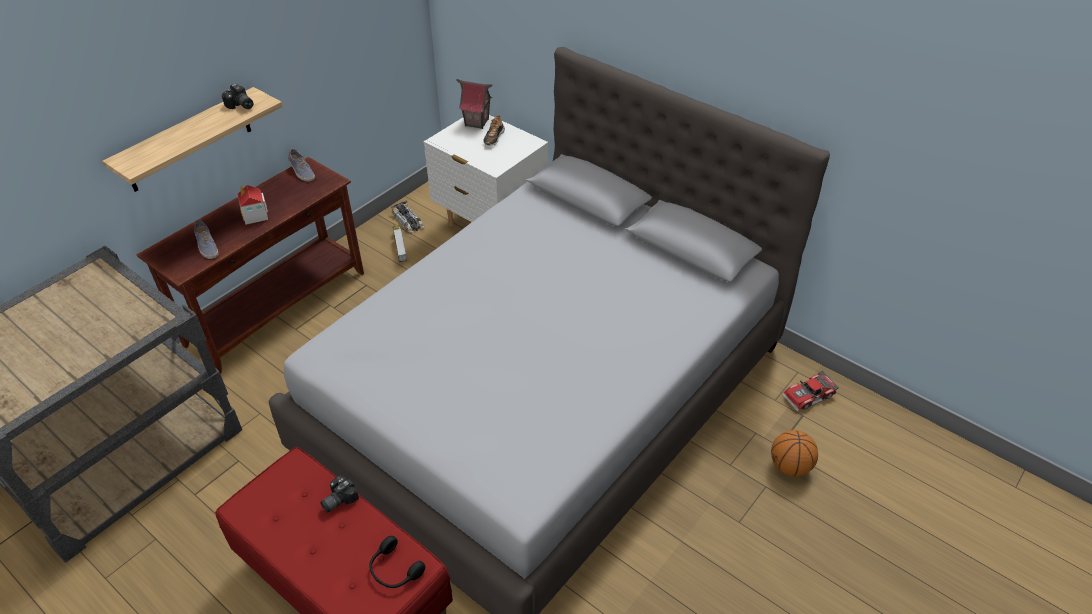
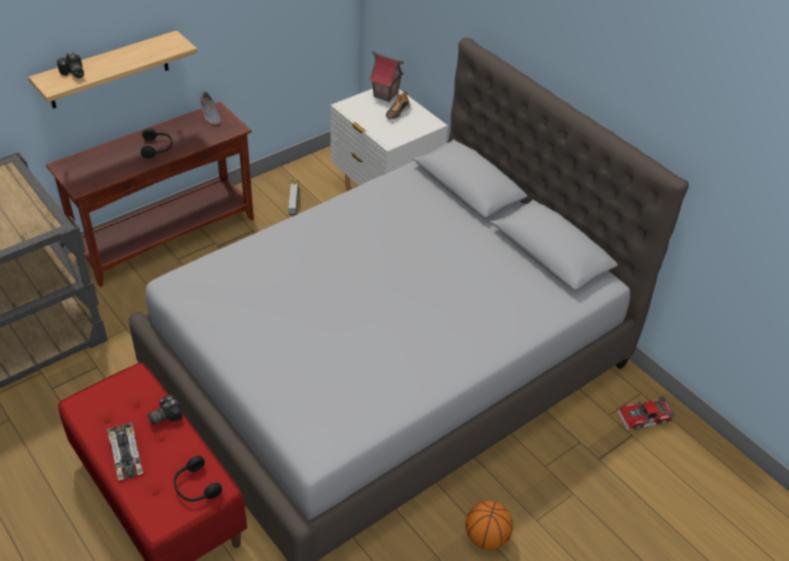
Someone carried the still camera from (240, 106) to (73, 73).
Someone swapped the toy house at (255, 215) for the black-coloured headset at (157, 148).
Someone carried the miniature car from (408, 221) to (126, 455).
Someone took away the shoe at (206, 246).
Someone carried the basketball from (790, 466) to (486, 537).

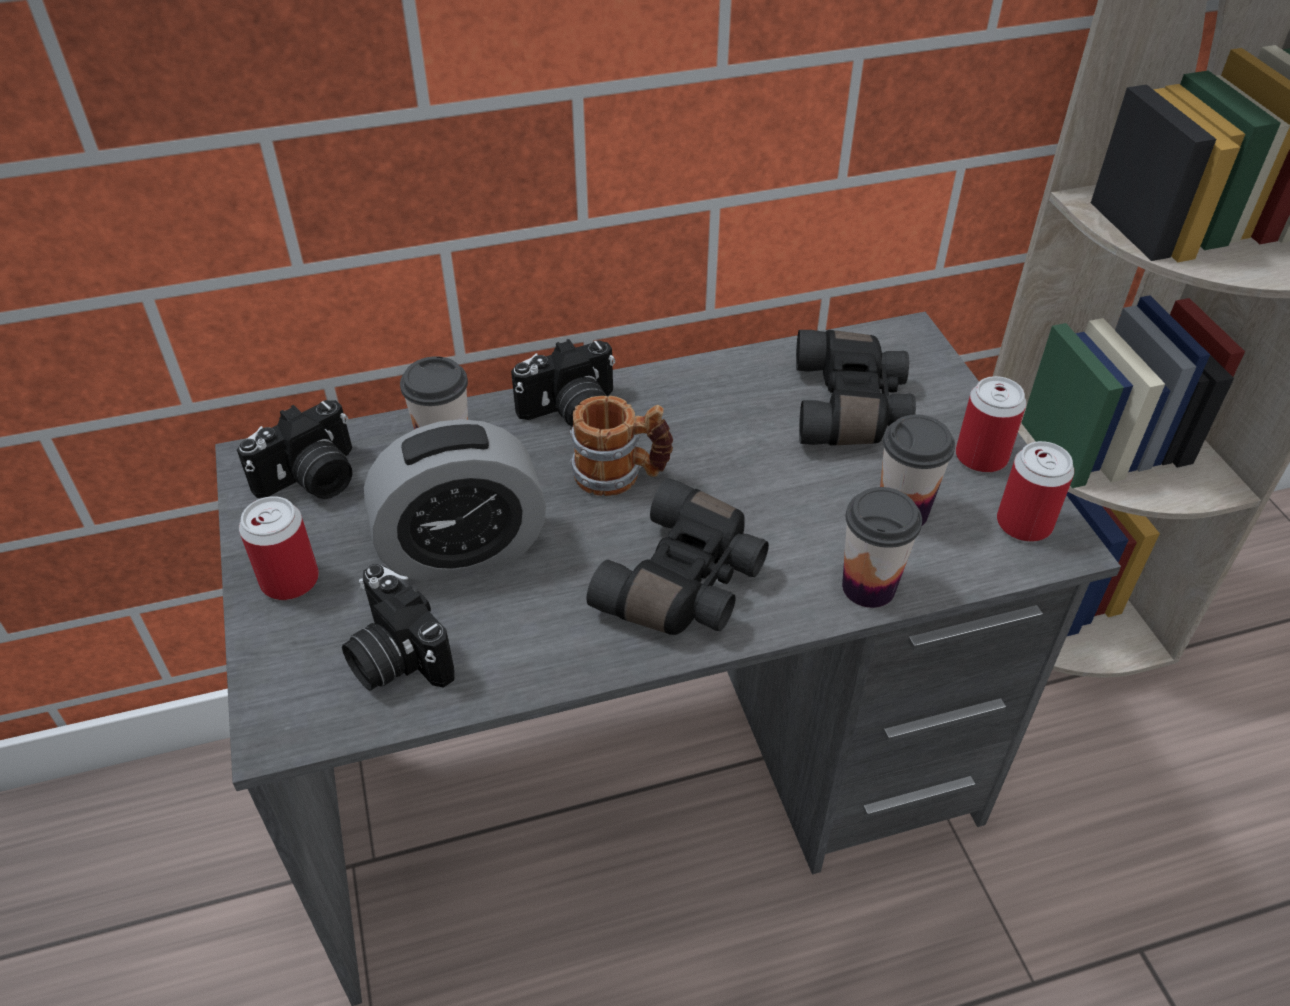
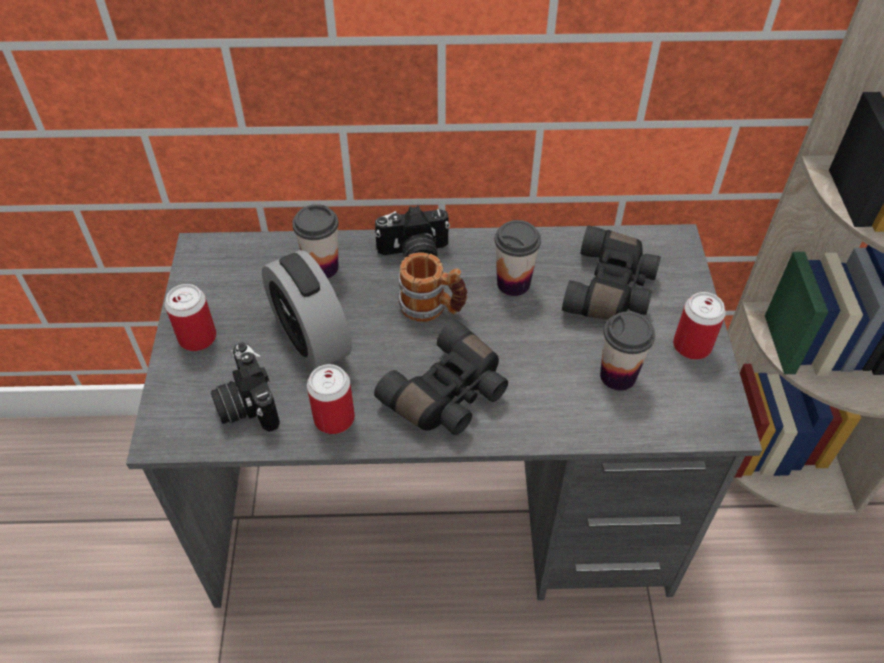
Someone took away the still camera at (312, 480).
Someone rotated the bedside clock at (462, 548) by 60 degrees clockwise.
Someone carried the can from (1024, 523) to (334, 418).
Someone carried the cup from (868, 587) to (513, 283).

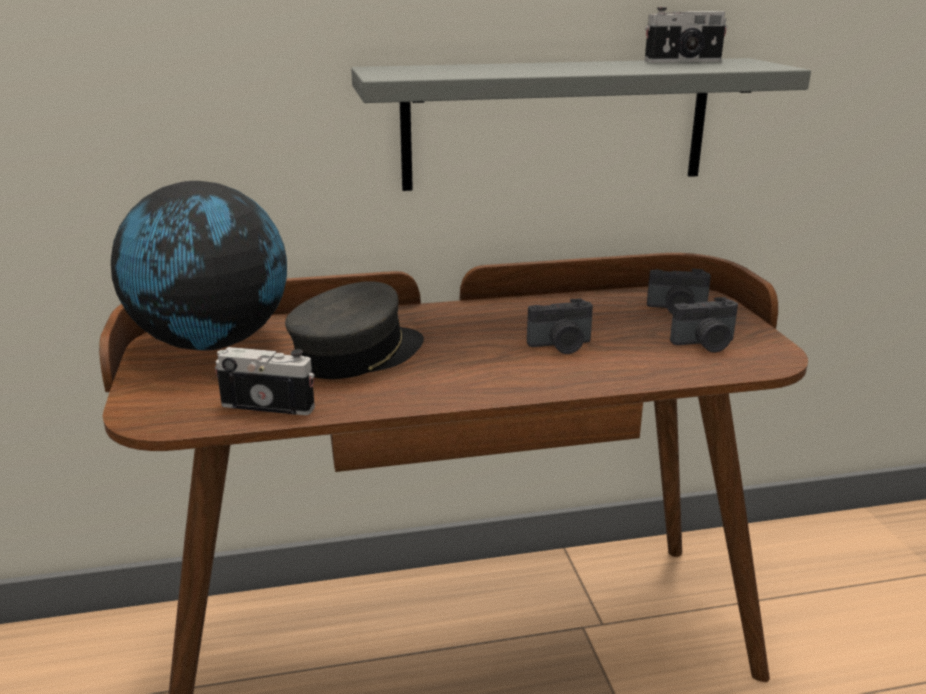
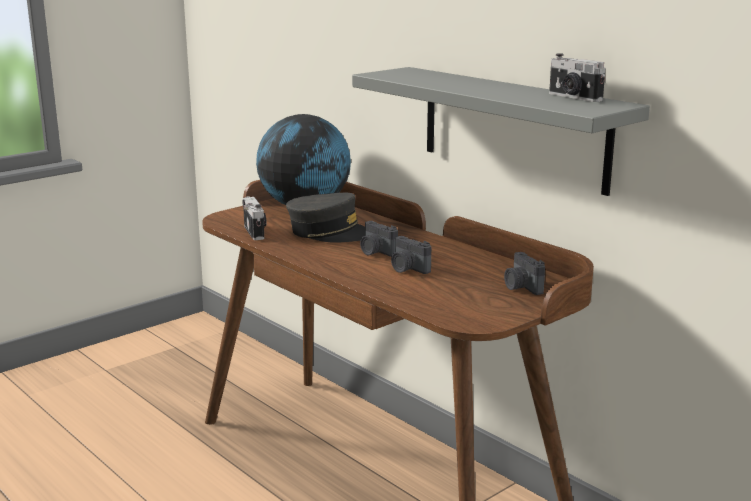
Someone carried the still camera from (705, 344) to (376, 252).

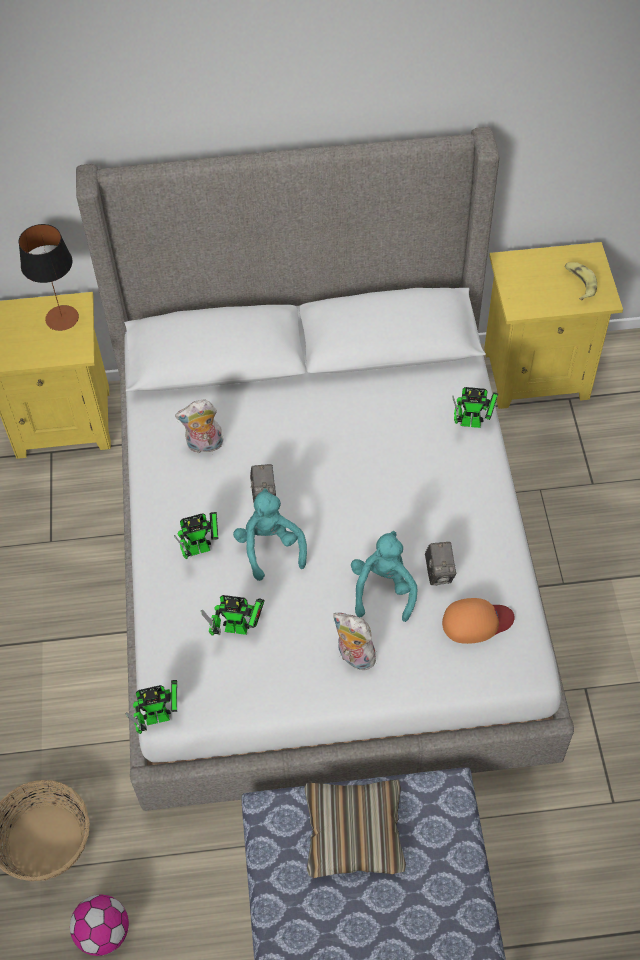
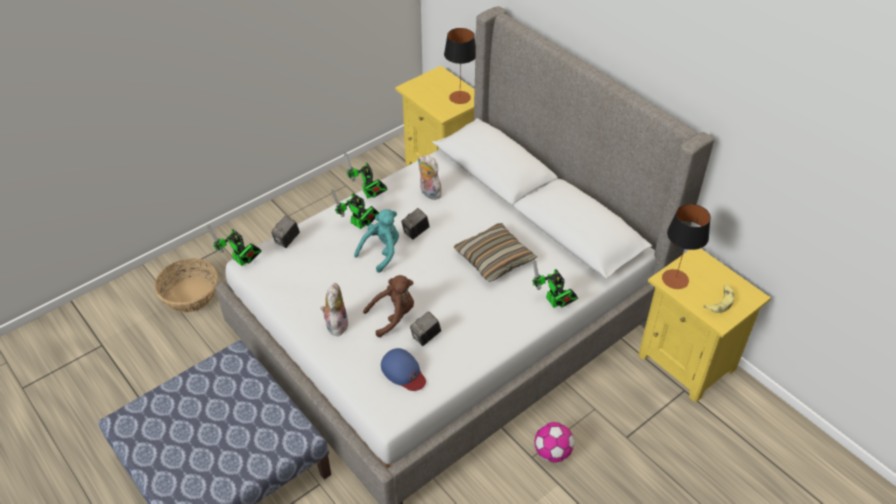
Someone repainted the blue-green plush toy at (383, 589), which became the brownish plush toy at (393, 316).
Someone carried the toy robot from (240, 629) to (369, 195).
Someone repainted the orangey baseball cap at (476, 622), which became the blue baseball cap at (403, 372).
Someone carried the cushion from (354, 833) to (494, 259).
Someone carried the ball for football from (104, 932) to (552, 452).
Someone put down the lamp for a table at (675, 279).
Someone put down the still camera at (287, 240).

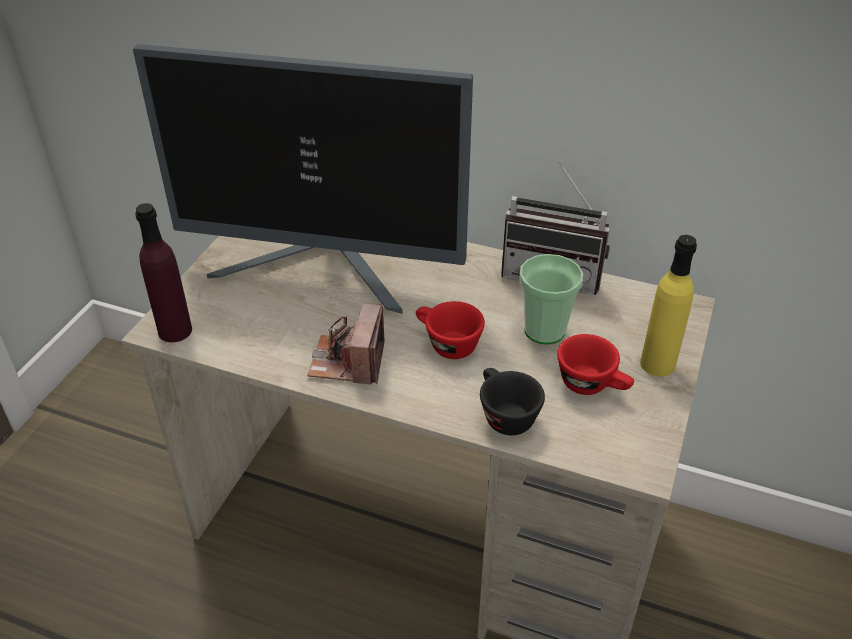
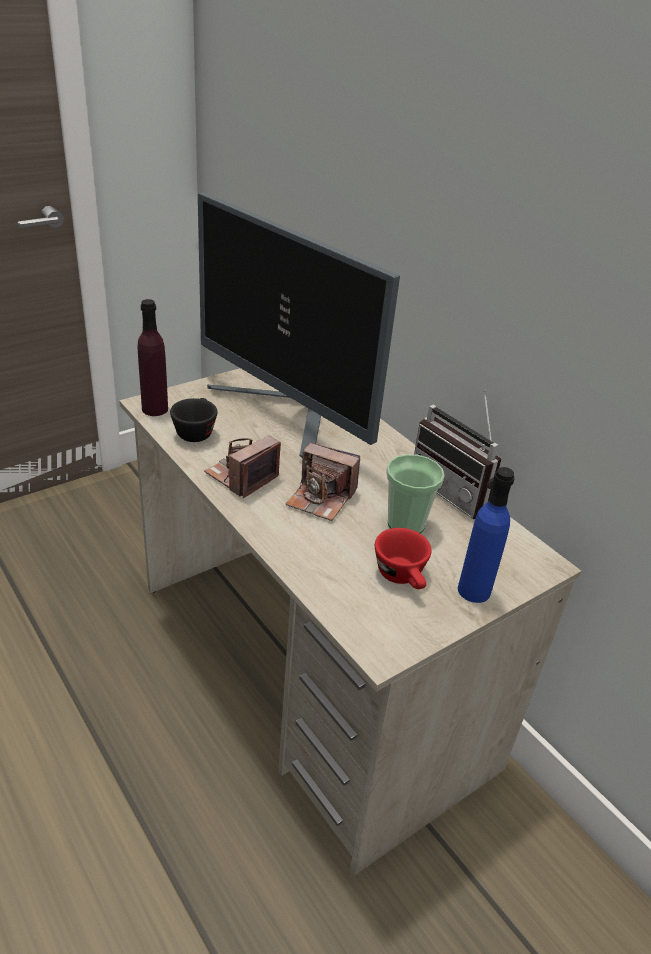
Someone repainted the yellow-coloured beverage bottle at (657, 364), which became the blue beverage bottle at (474, 590).
Someone swapped the red cup at (446, 344) for the still camera at (321, 498).
Someone carried the black-coloured cup from (504, 415) to (195, 431).

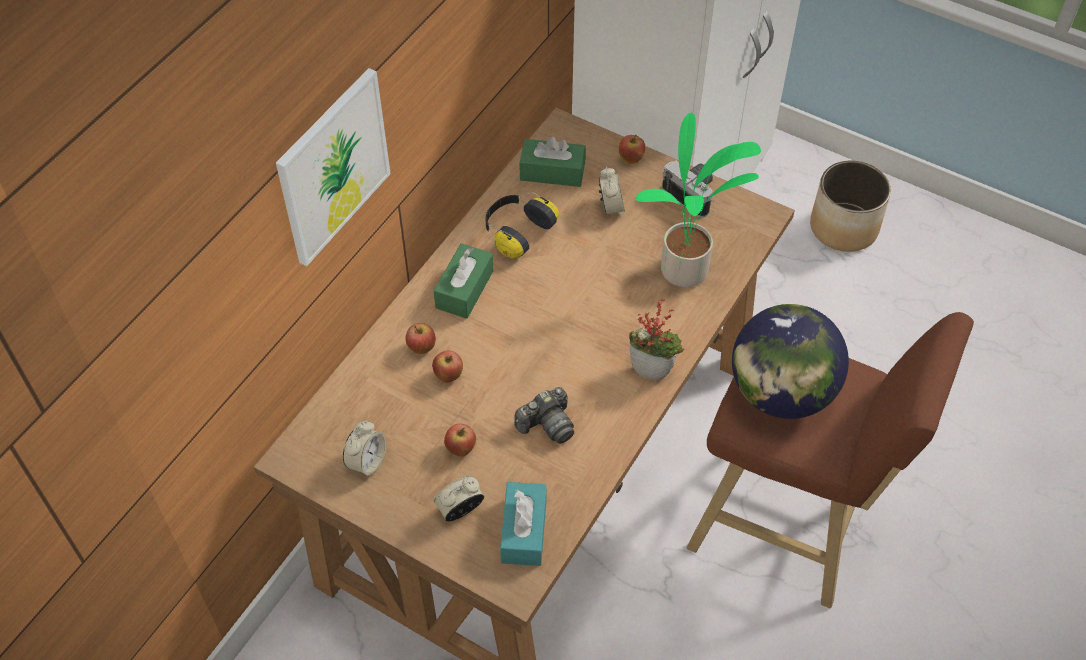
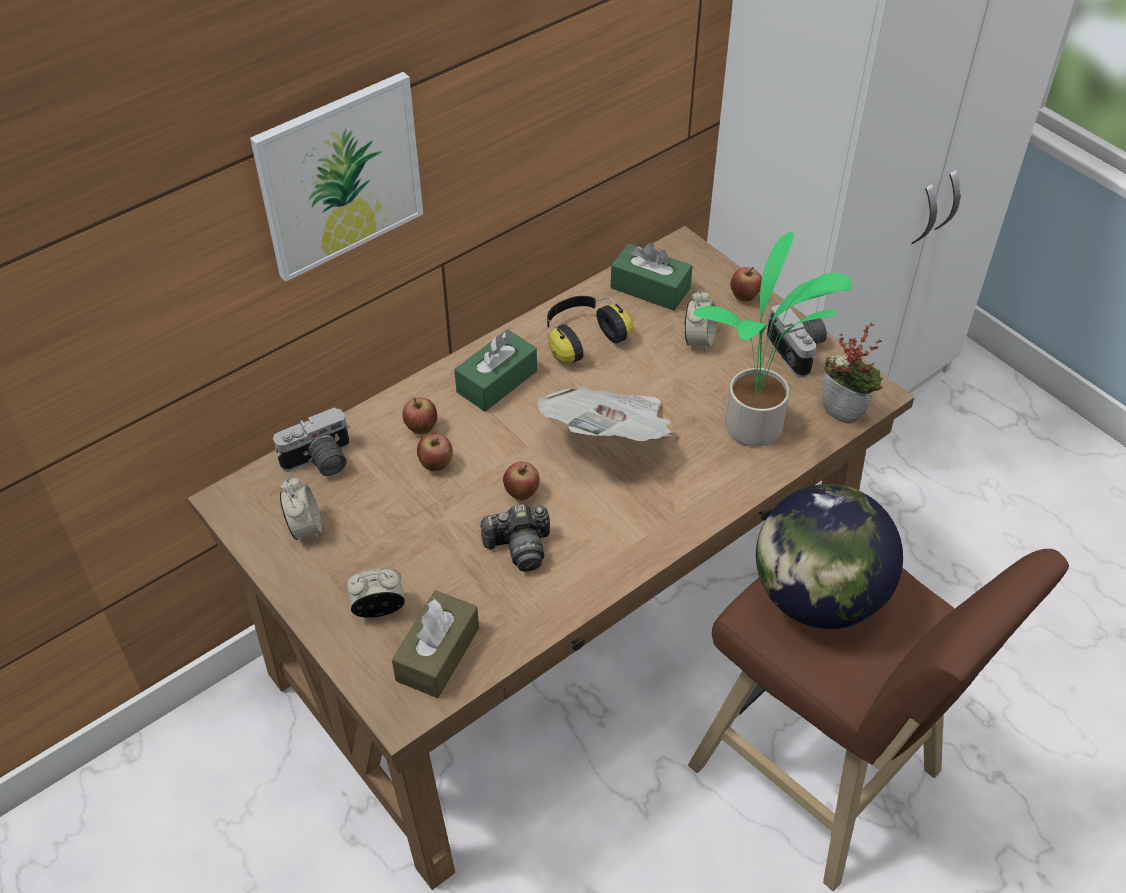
Someone took away the planter at (844, 227).
Someone carried the plant in a pot from (653, 370) to (845, 412).
Someone rotated the bedside clock at (367, 462) by 60 degrees counterclockwise.
Someone carried the apple fruit from (461, 449) to (522, 493).
Someone repainted the blue-green tissue box at (524, 531), which became the brownish tissue box at (438, 654).
Someone put down the printed paper at (609, 436).
Someone put down the still camera at (320, 462).

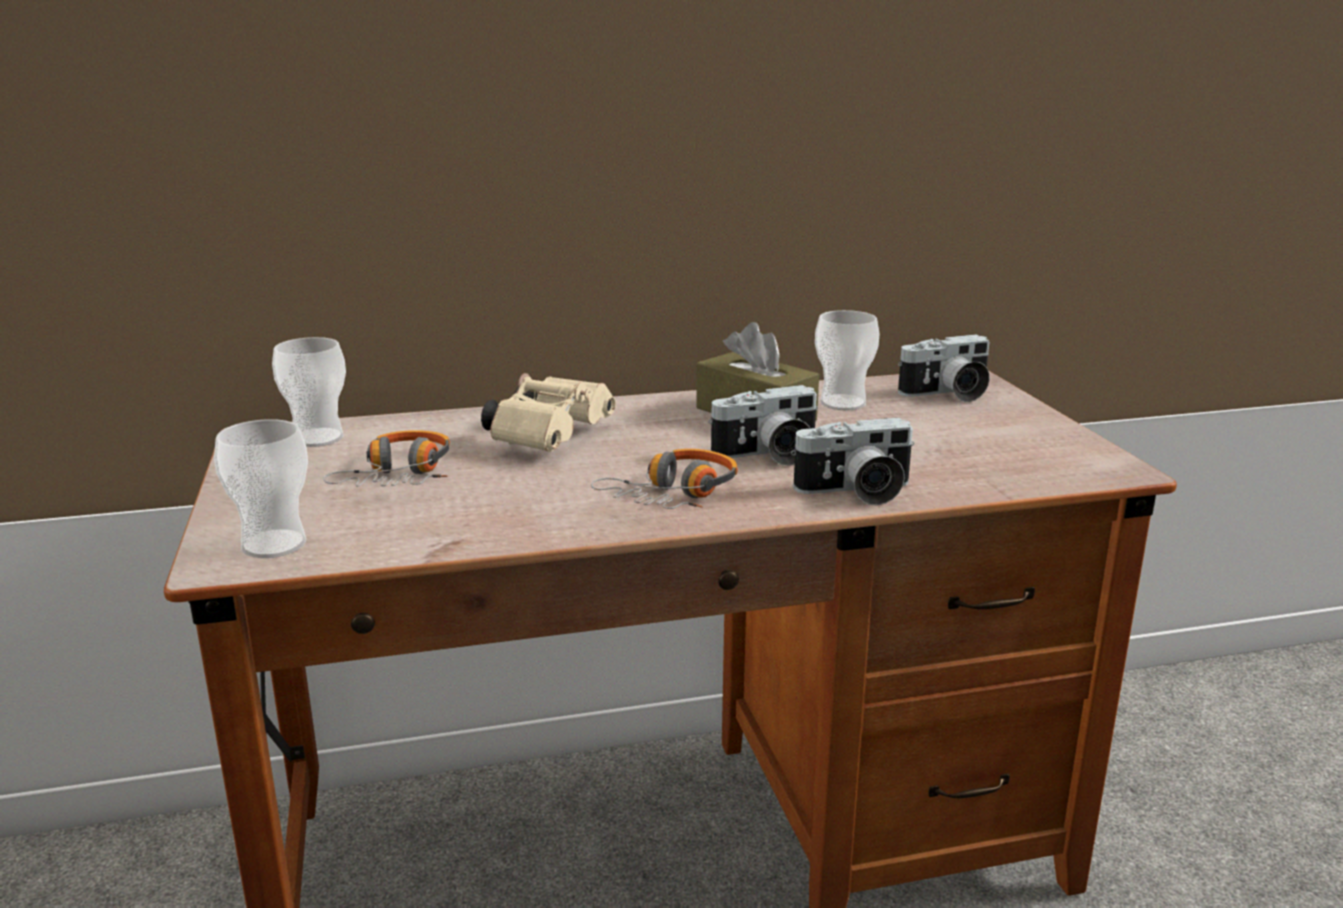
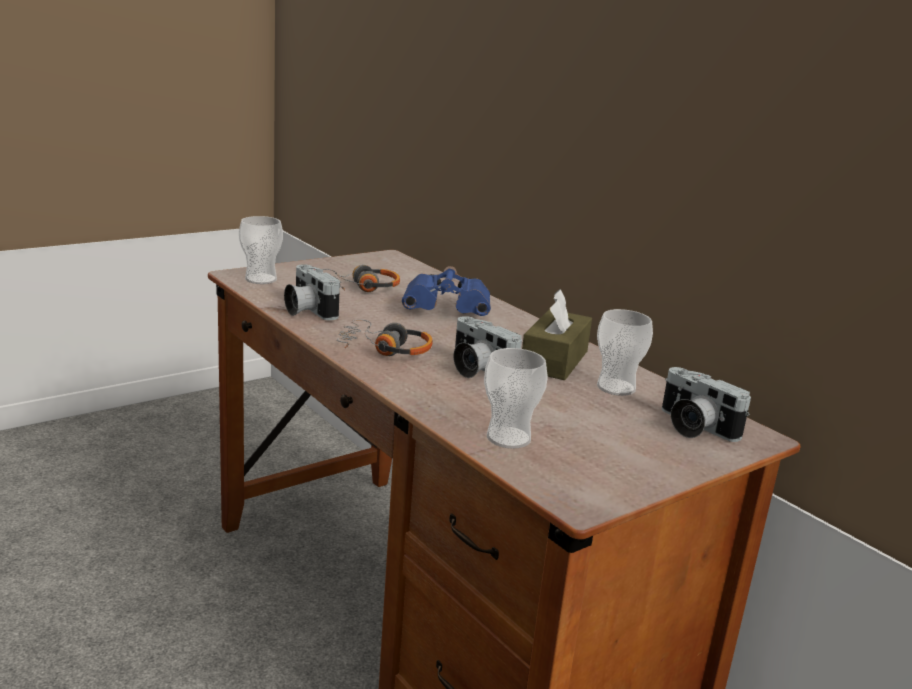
Someone carried the cup from (318, 438) to (508, 438).
Someone repainted the beige-coloured binoculars at (551, 436), which became the blue binoculars at (449, 311).
Someone carried the still camera from (856, 492) to (307, 310).

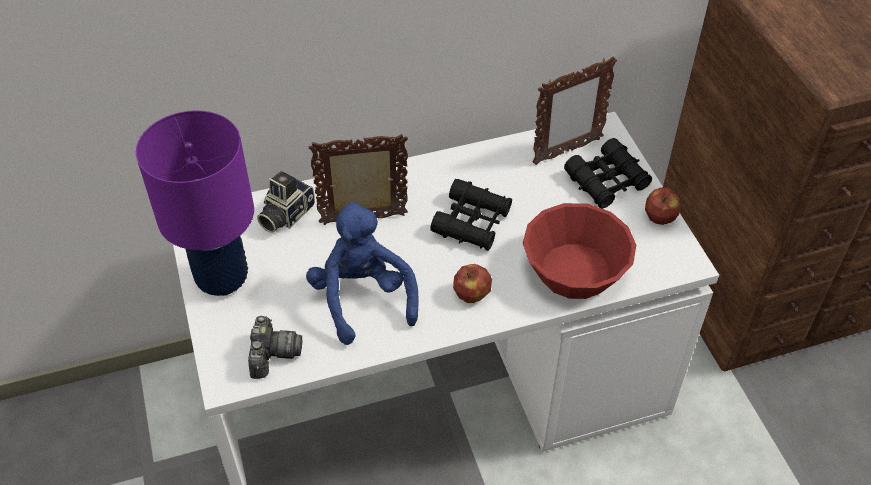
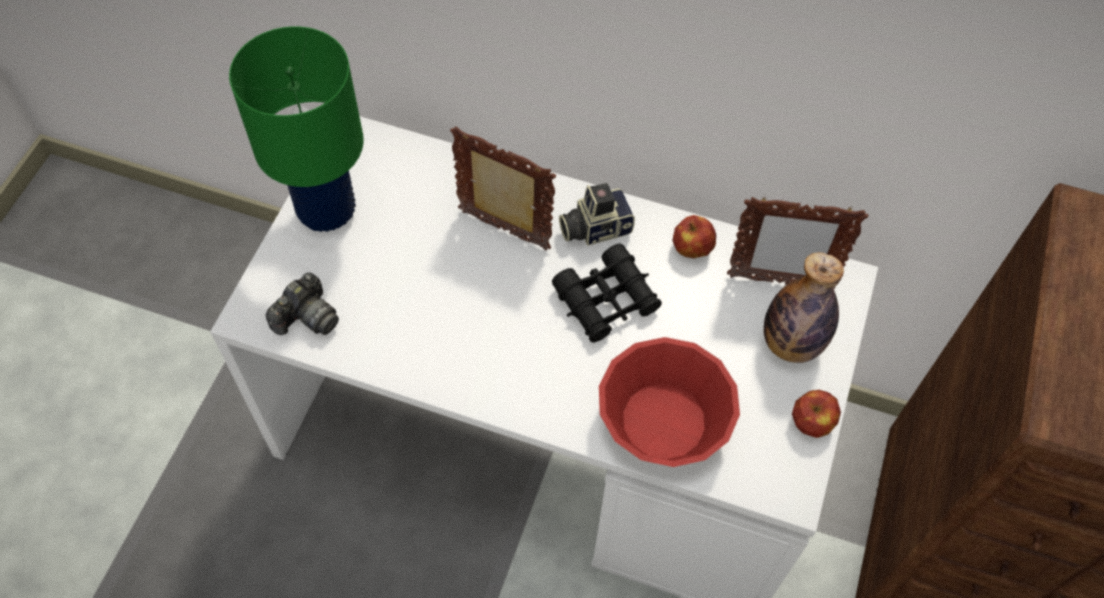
Someone repainted the purple lamp for a table at (222, 280), which became the greenish lamp for a table at (326, 212).
Someone swapped the black-coloured binoculars at (607, 181) for the beverage bottle at (791, 344).
Someone carried the still camera from (285, 215) to (594, 227).
Someone took away the blue plush toy at (362, 298).
Someone carried the apple fruit from (472, 294) to (692, 248).

